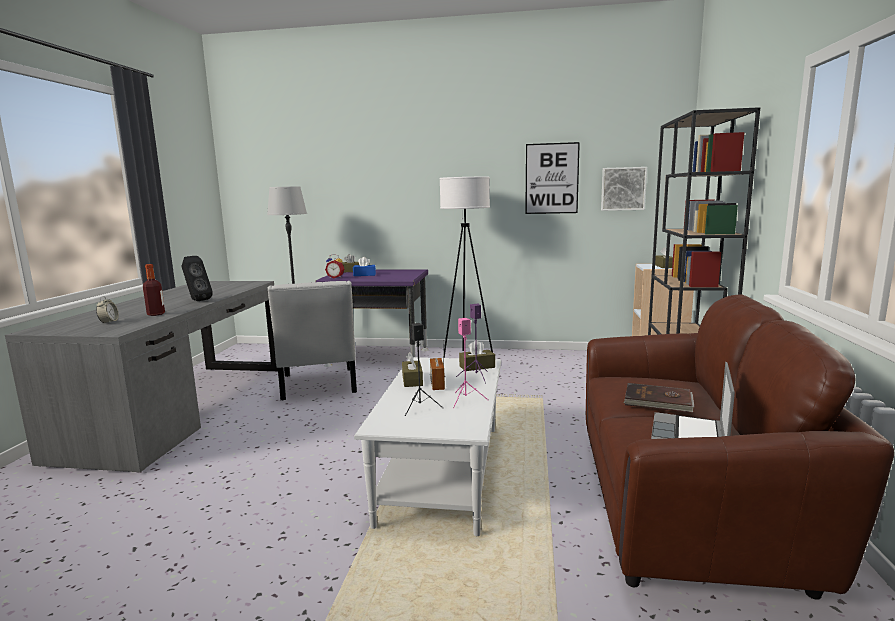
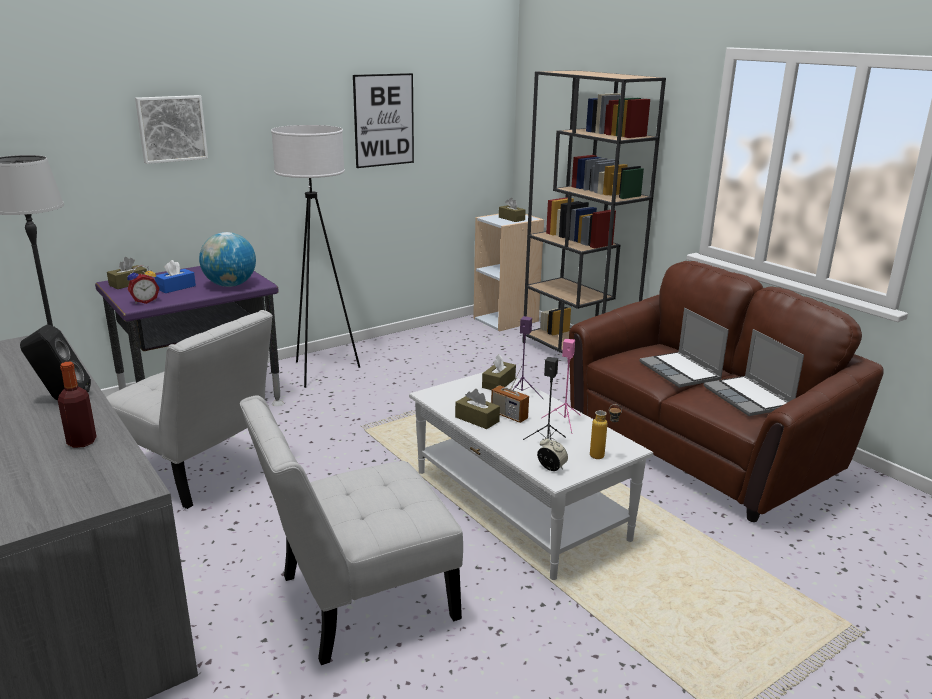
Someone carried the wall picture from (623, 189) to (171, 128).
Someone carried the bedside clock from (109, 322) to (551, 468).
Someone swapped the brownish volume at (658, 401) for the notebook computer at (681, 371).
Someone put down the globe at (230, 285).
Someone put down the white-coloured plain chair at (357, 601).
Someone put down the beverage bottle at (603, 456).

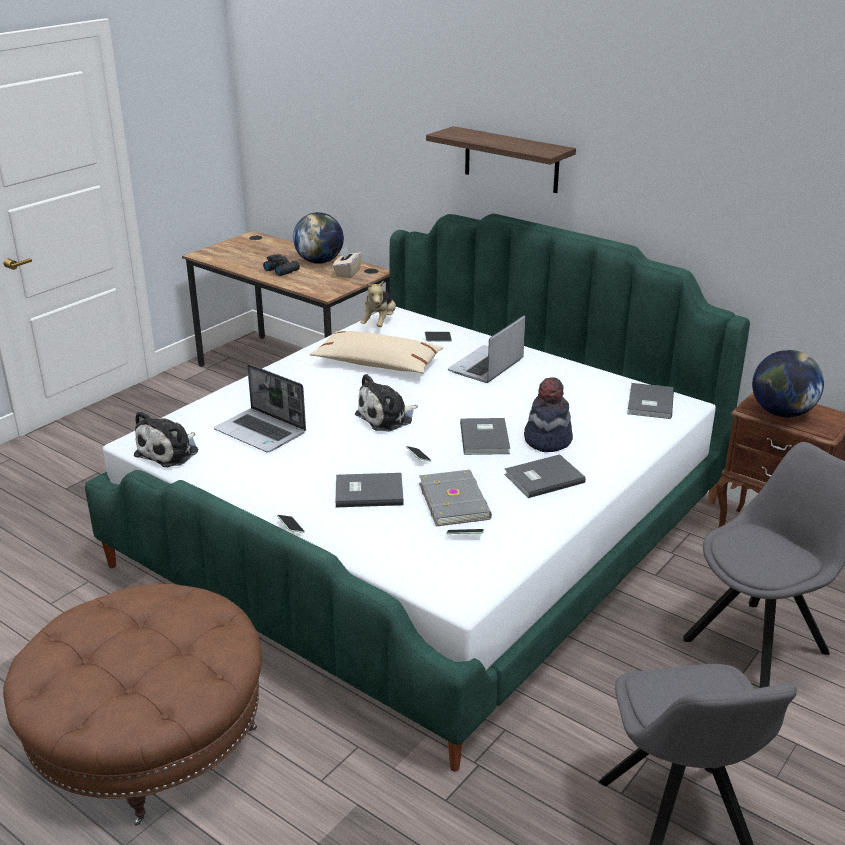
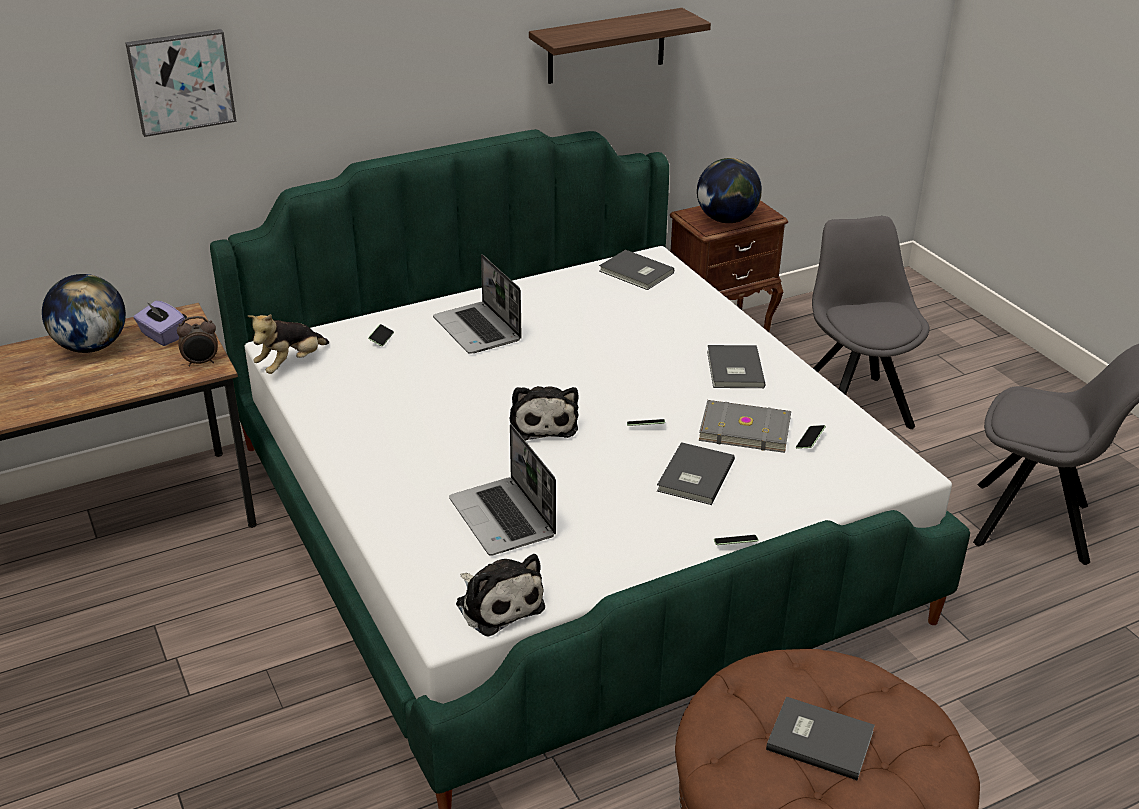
Someone carried the bracket shelf from (511, 160) to (606, 46).
Someone repainted the beige-coloured tissue box at (347, 273), which became the purple tissue box at (162, 336).
Someone took away the black-coloured binoculars at (282, 270).
Someone rotated the plush toy at (379, 323) by 90 degrees clockwise.
Someone took away the beige-coloured cushion at (377, 364).
Someone rotated the notebook computer at (262, 432) by 90 degrees clockwise.
Someone took away the wearable hat at (547, 440).
Someone carried the gray volume from (486, 438) to (819, 738).
Someone put up the wall picture at (181, 81).
Someone put down the bedside clock at (201, 362).

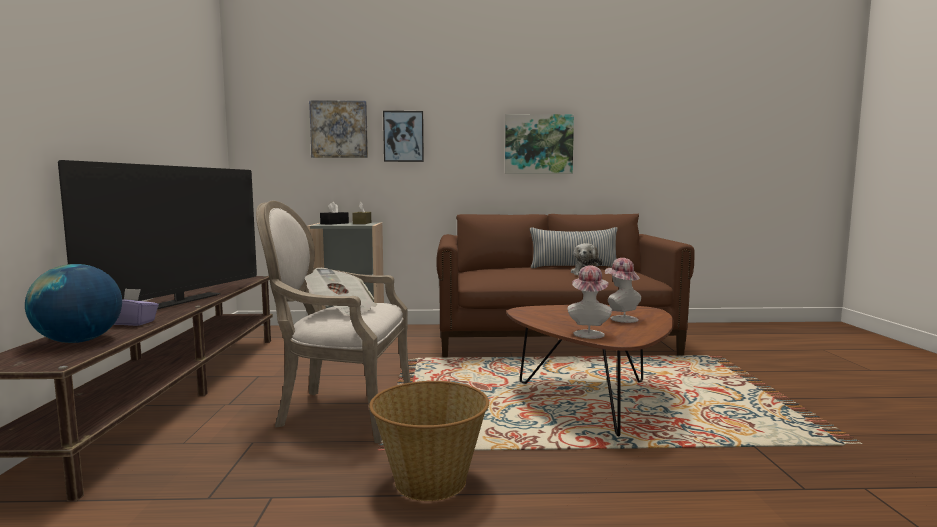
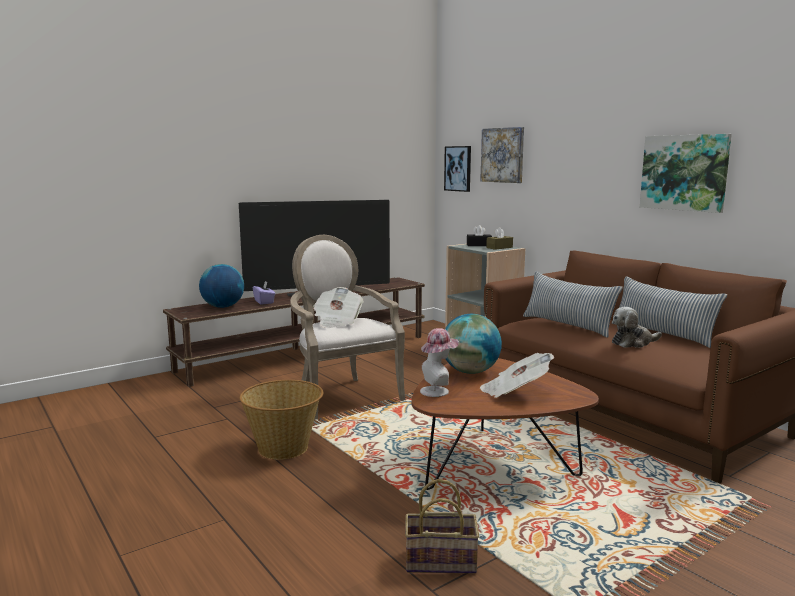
Someone carried the wall picture from (403, 136) to (458, 168).
Someone swapped the wearable hat at (620, 318) for the printed paper at (515, 392).
Someone put down the cushion at (567, 325).
Someone put down the globe at (470, 372).
Someone put down the basket at (442, 560).

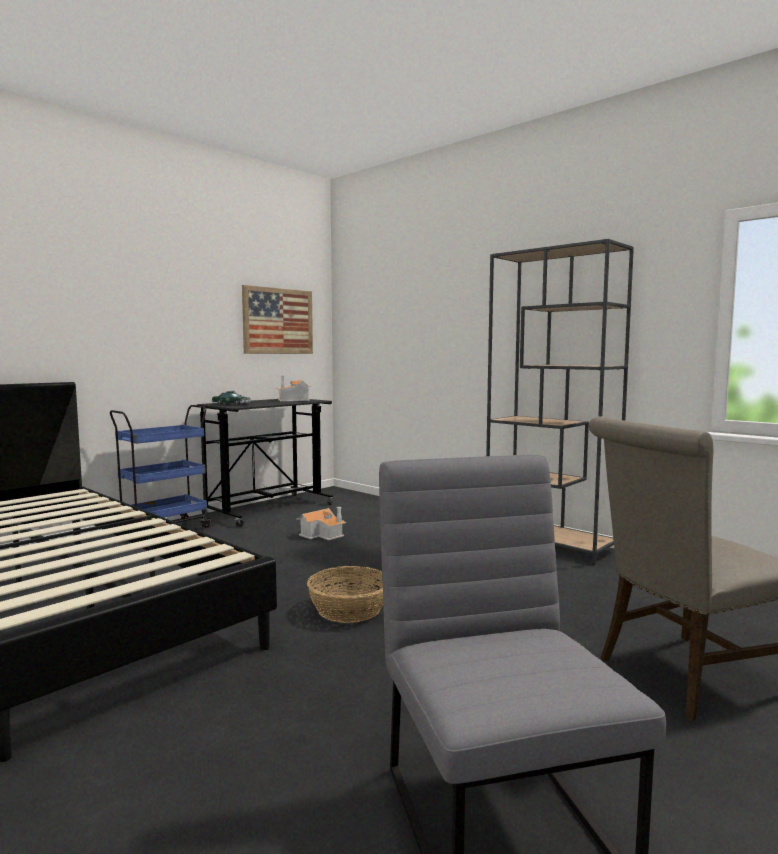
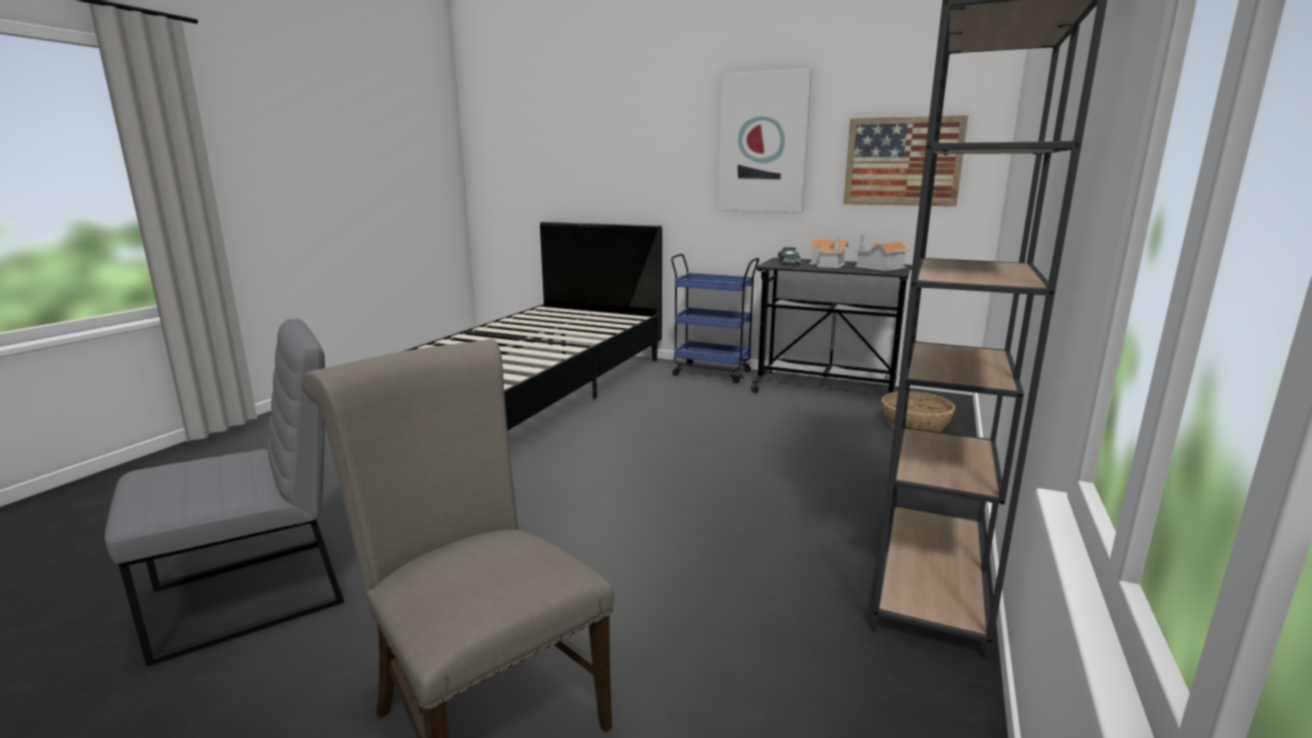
Someone carried the toy house from (323, 534) to (829, 264).
Someone carried the basket from (349, 609) to (915, 425).
Someone put up the wall picture at (763, 143).

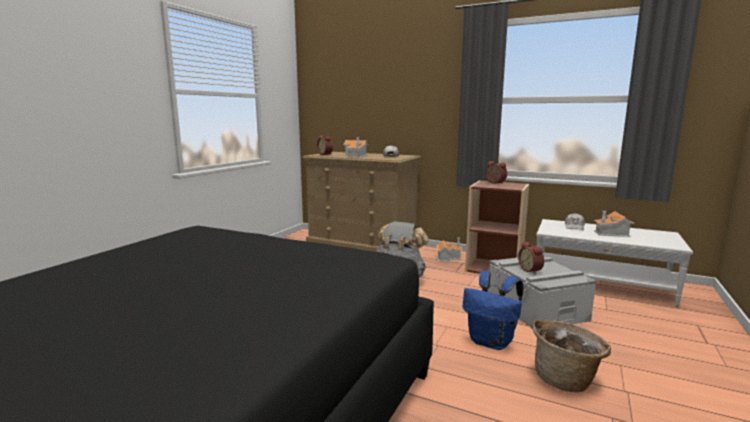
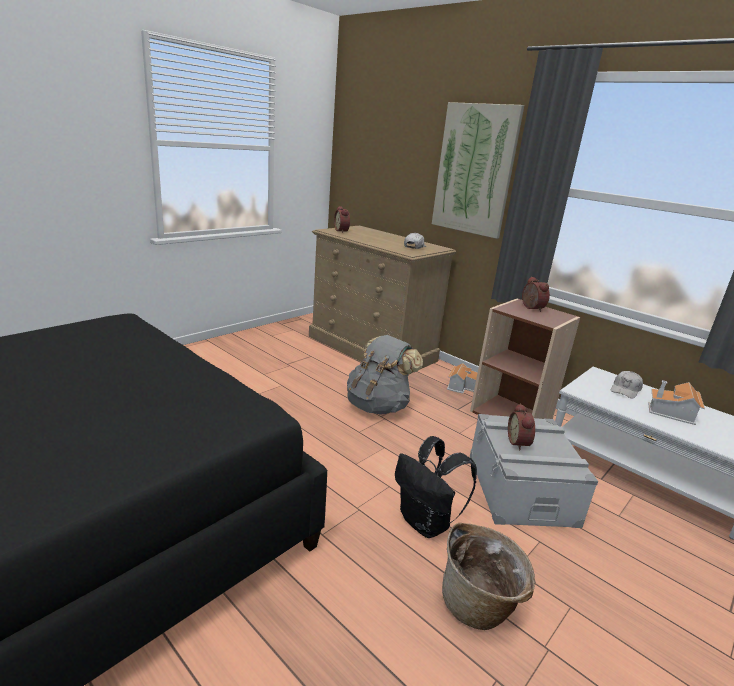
Someone took away the toy house at (356, 156).
Someone repainted the blue backpack at (492, 342), which became the black-coloured backpack at (426, 523).
Someone put up the wall picture at (474, 170).

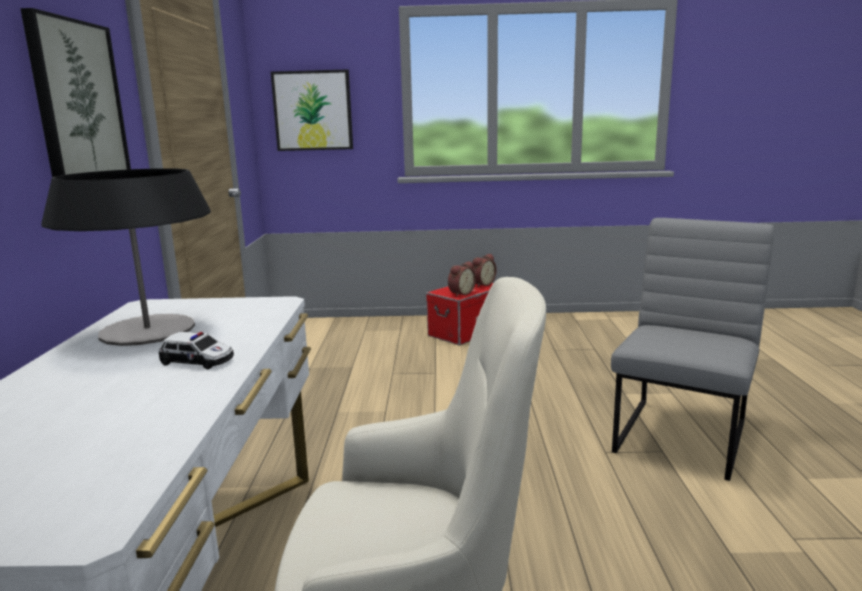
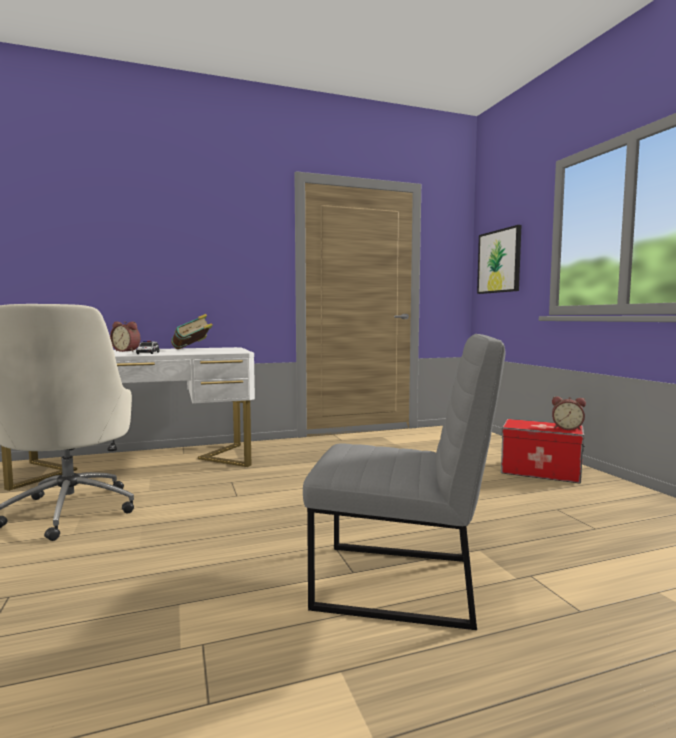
Someone took away the wall picture at (78, 107).
Someone swapped the lamp for a table at (147, 330) for the volume at (192, 349).
Someone carried the bedside clock from (460, 293) to (127, 351).

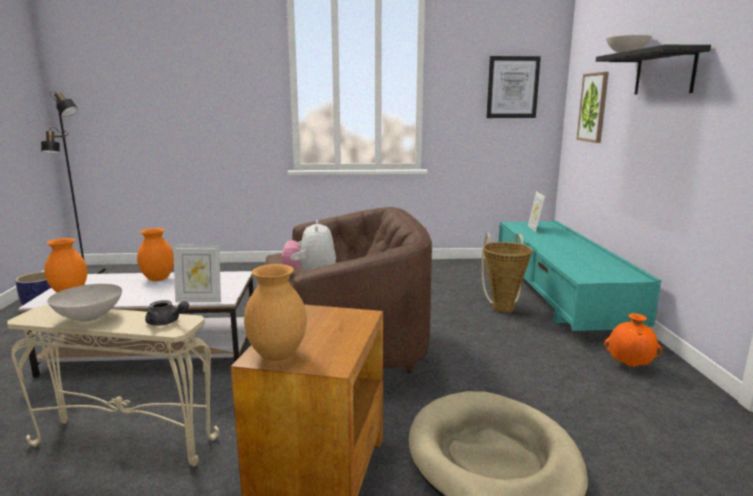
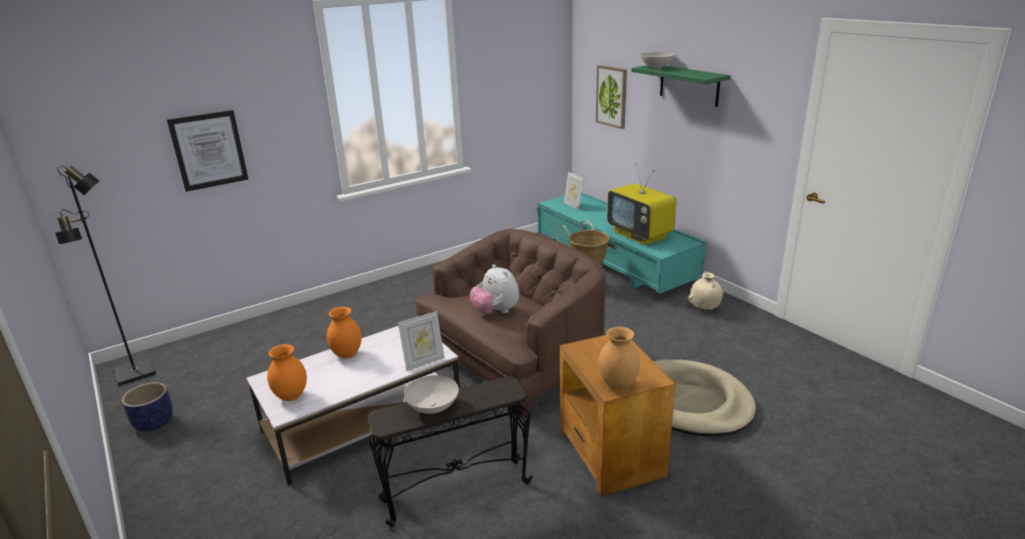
Someone repainted the black-coloured bracket shelf at (664, 72), which became the greenish bracket shelf at (689, 85).
Someone carried the wall picture from (512, 87) to (209, 150).
Someone took away the gray teapot at (166, 322).
Someone repainted the beige-coloured side table at (125, 442), which became the black-coloured side table at (457, 492).
Someone repainted the orangey flower vase at (630, 365), which became the beige-coloured flower vase at (705, 309).
Someone put down the TV set at (640, 235).

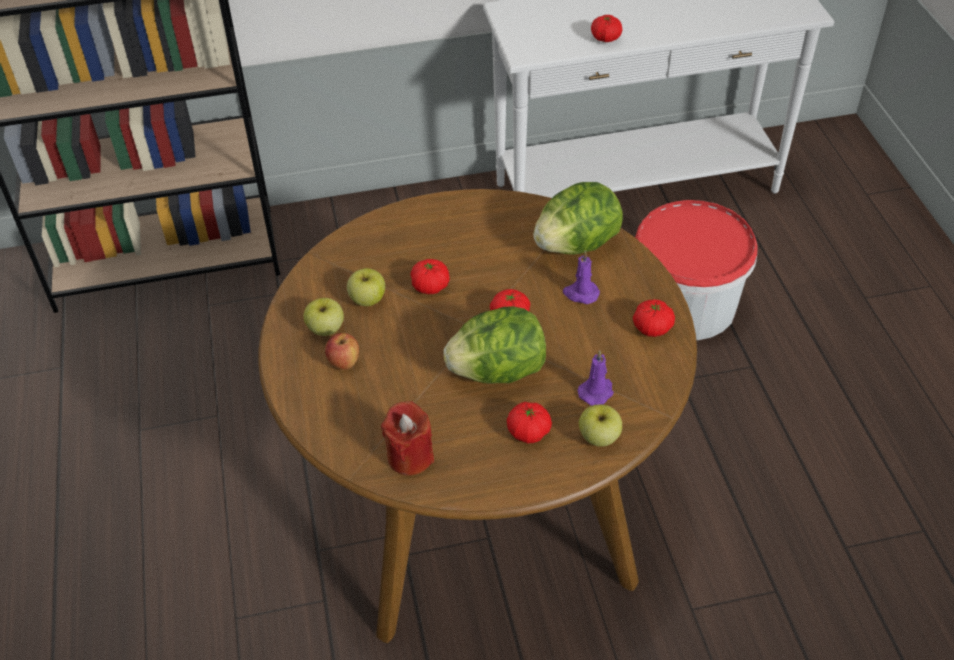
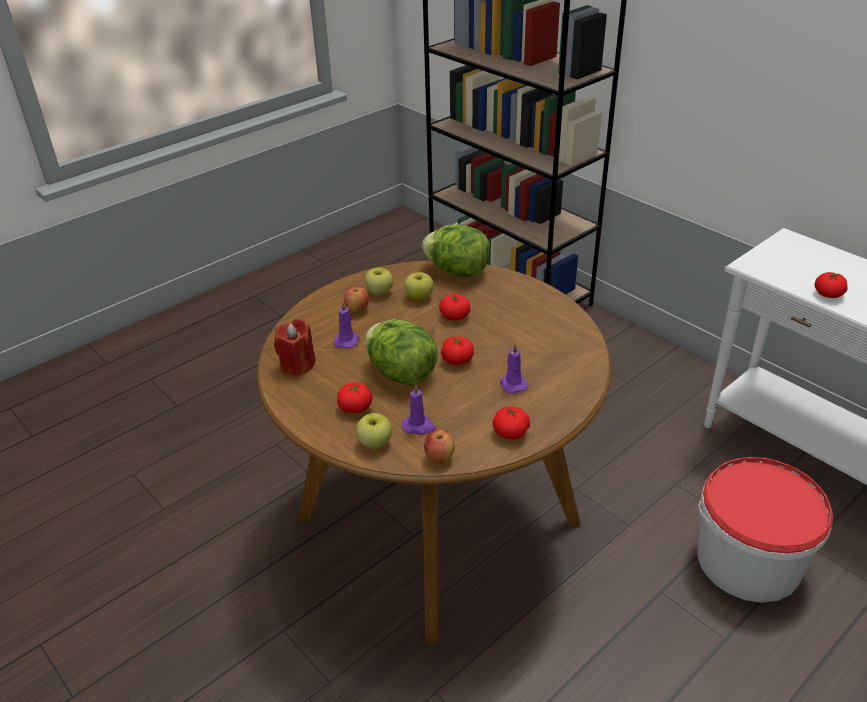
Someone carried the head of lettuce from (577, 244) to (457, 272).
Someone put down the purple wax light at (347, 340).
Someone put down the apple fruit at (439, 458).

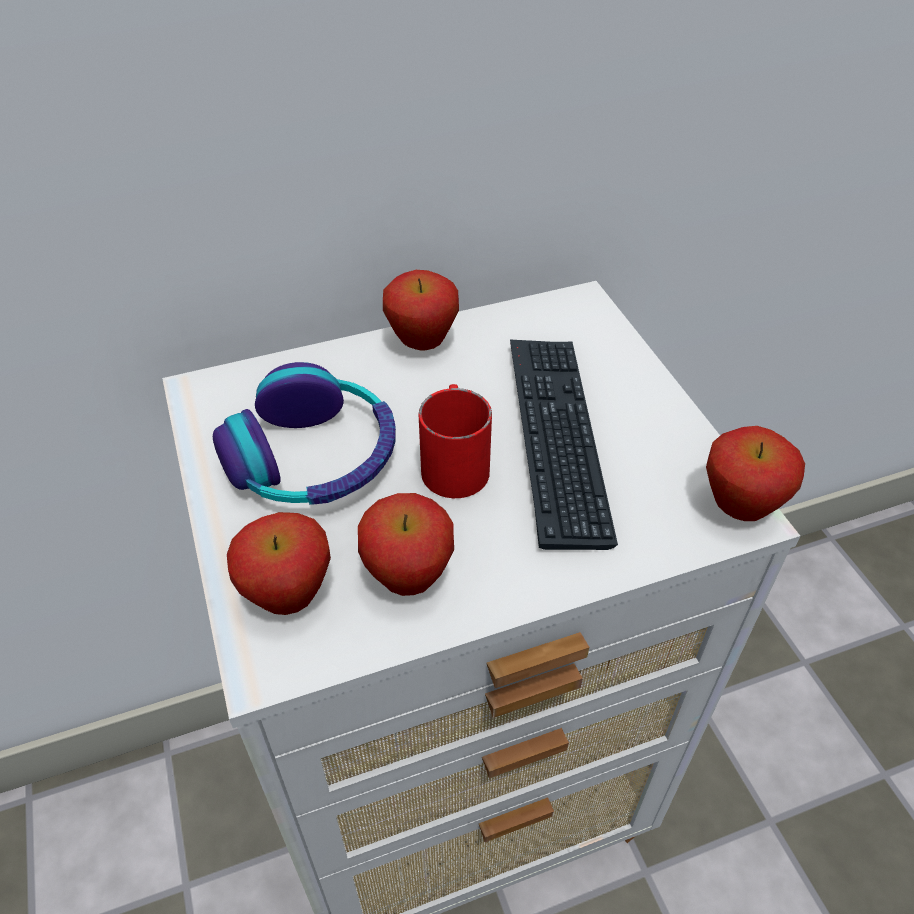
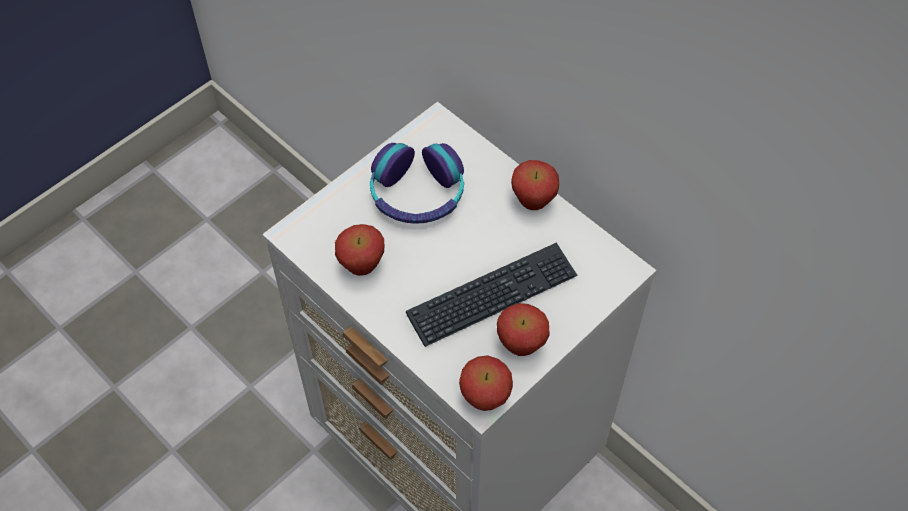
Someone took away the red mug at (454, 461).
Someone carried the apple fruit from (289, 598) to (521, 346).

